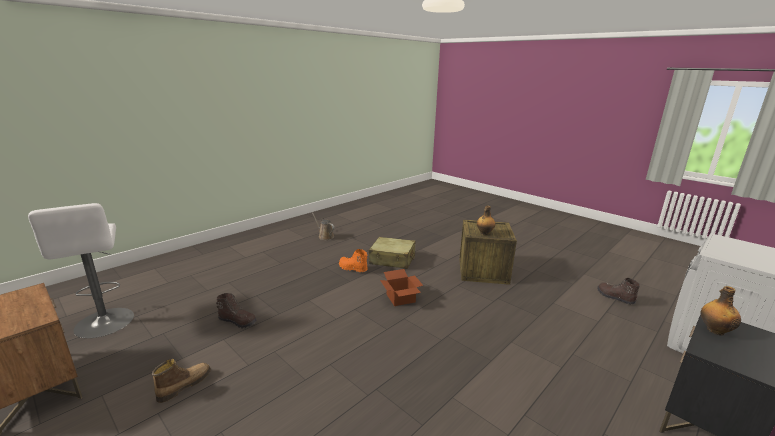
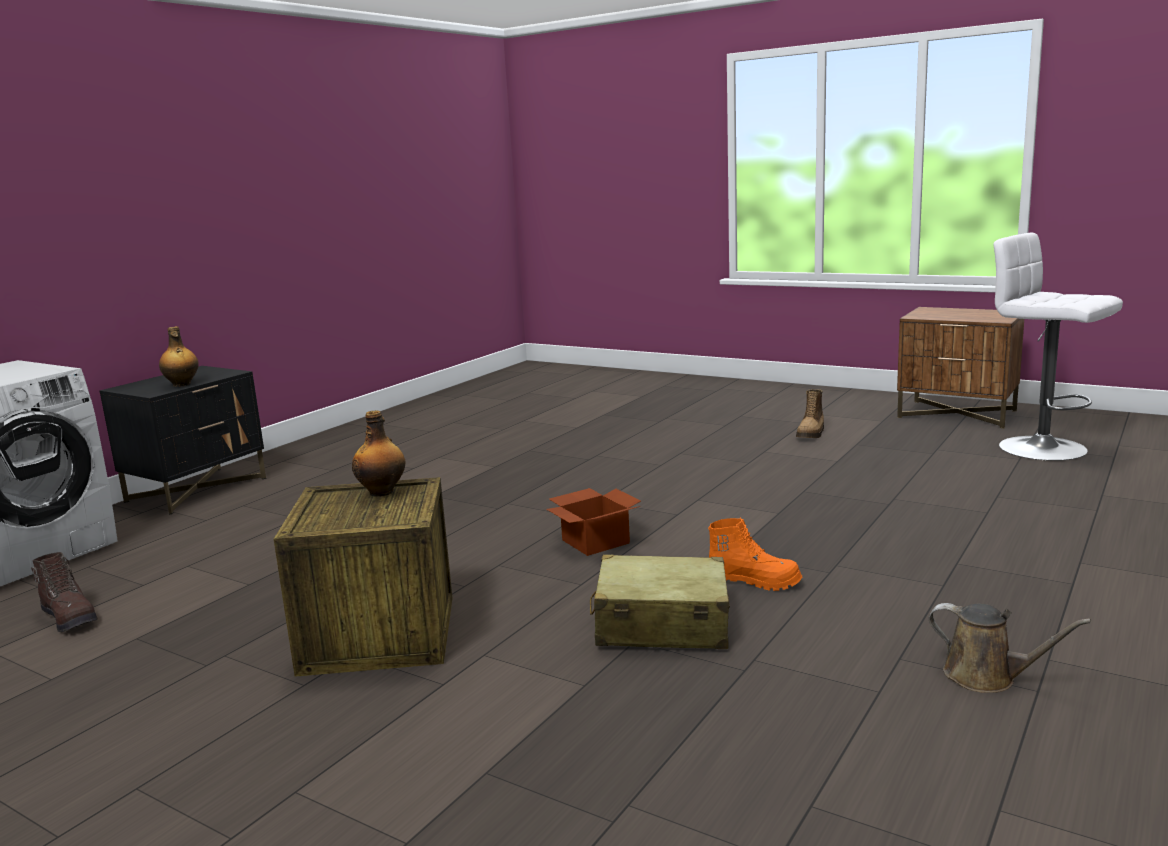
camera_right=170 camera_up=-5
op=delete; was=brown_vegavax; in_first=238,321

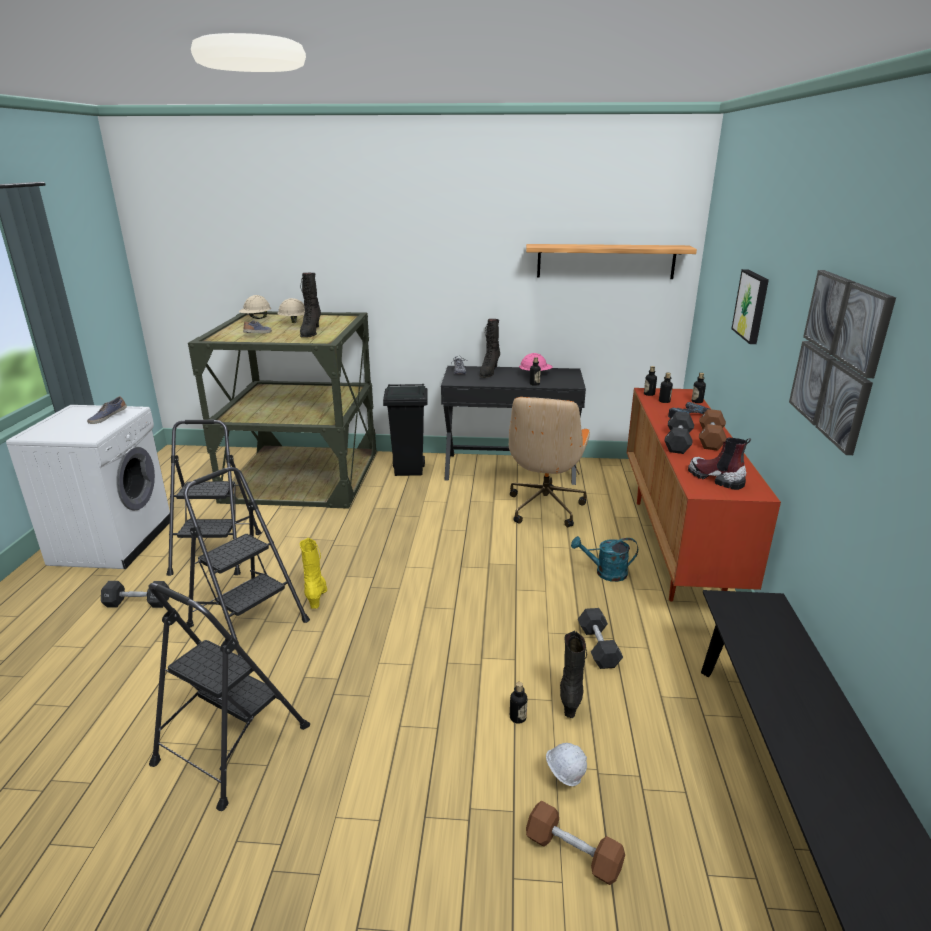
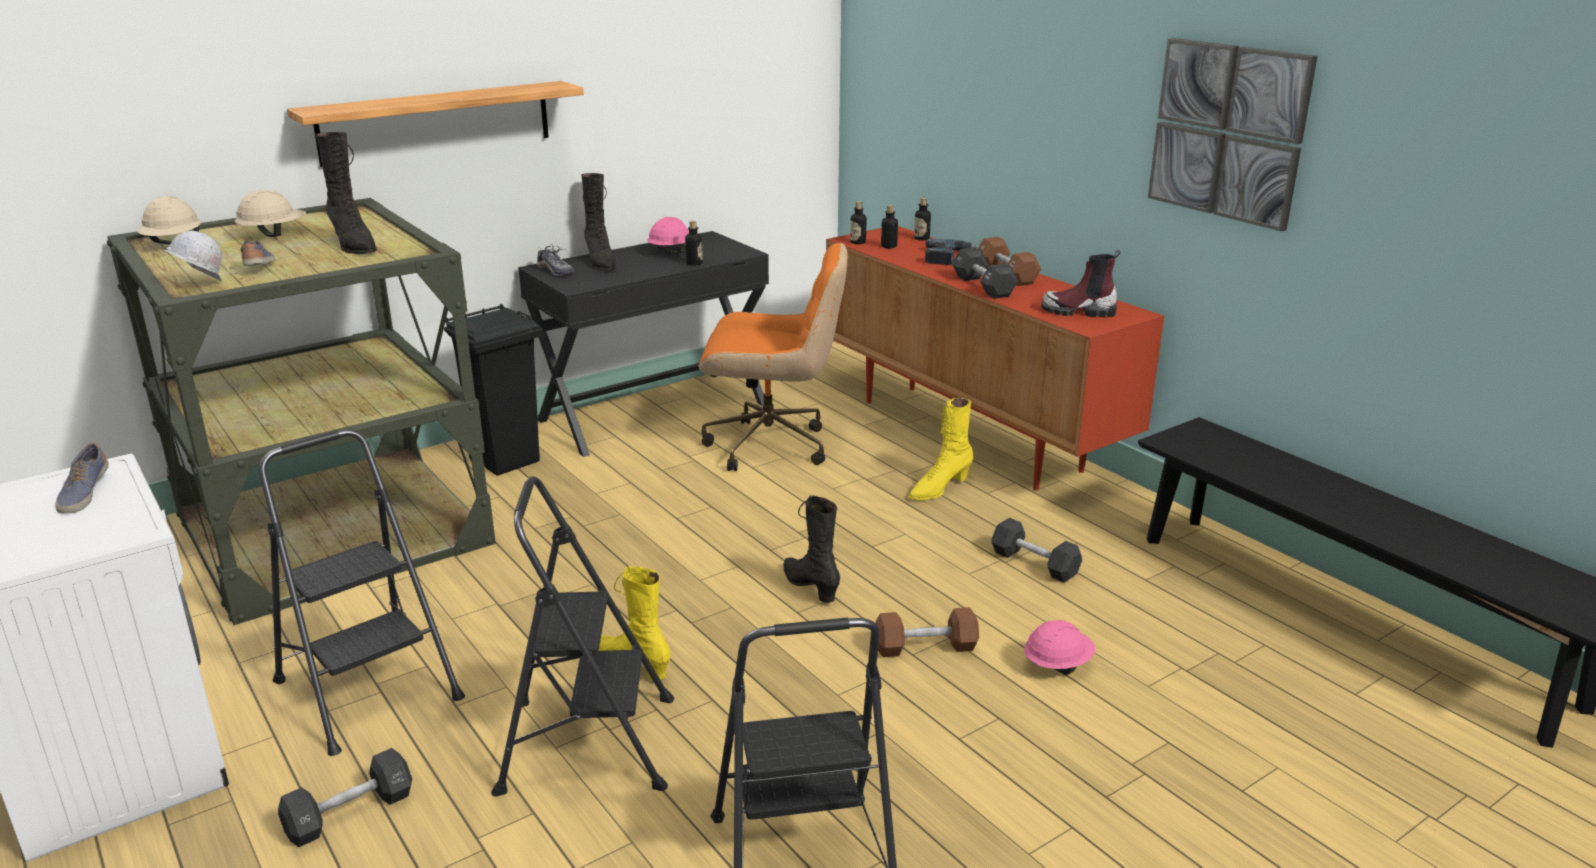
camera_right=-40 camera_up=0
op=move; was=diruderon; in_first=605,261; in_second=436,122
op=delete; was=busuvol; in_first=752,306
op=rotate; was=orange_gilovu; in_first=544,510; in_second=773,447; clockwise=-60
op=replace; was=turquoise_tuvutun; now=yellow_vegavax; in_first=605,573; in_second=939,489
op=move; was=black_vegavax; in_first=571,696; in_second=810,587
op=replace; was=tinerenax; now=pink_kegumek; in_first=517,717; in_second=1057,665
op=move; was=white_kegumek; in_first=563,780; in_second=199,286
op=move; was=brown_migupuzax; in_first=573,853; in_second=925,647

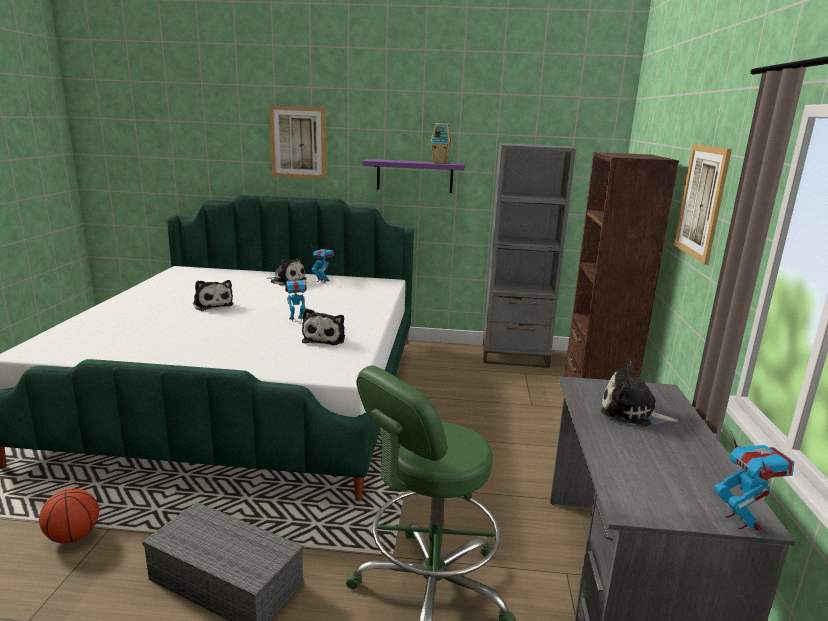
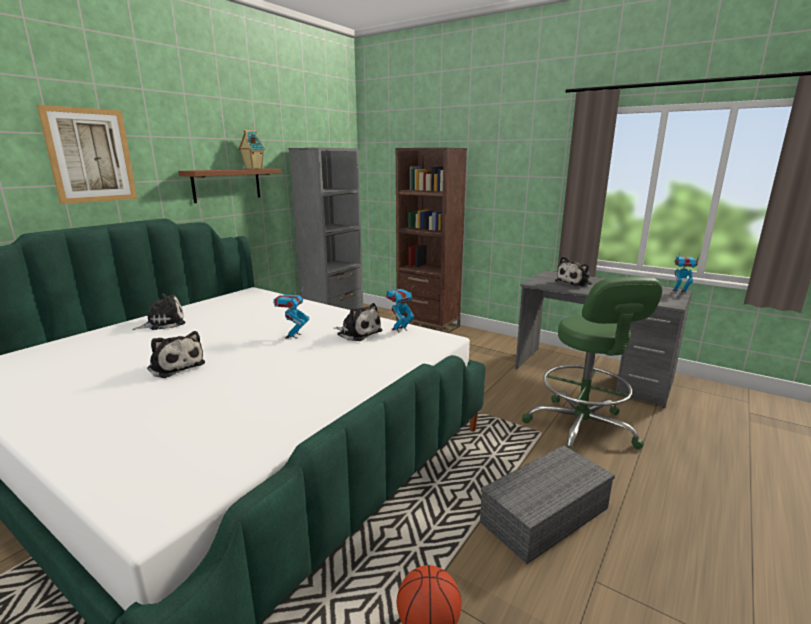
camera_right=-60 camera_up=0
op=delete; was=busuvol; in_first=702,201
op=recolor; was=purple_diruderon; now=brown_diruderon; in_first=414,176; in_second=227,184
op=move; was=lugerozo; in_first=323,281; in_second=400,329
op=rotate; was=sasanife; in_first=212,305; in_second=175,366; clockwise=45

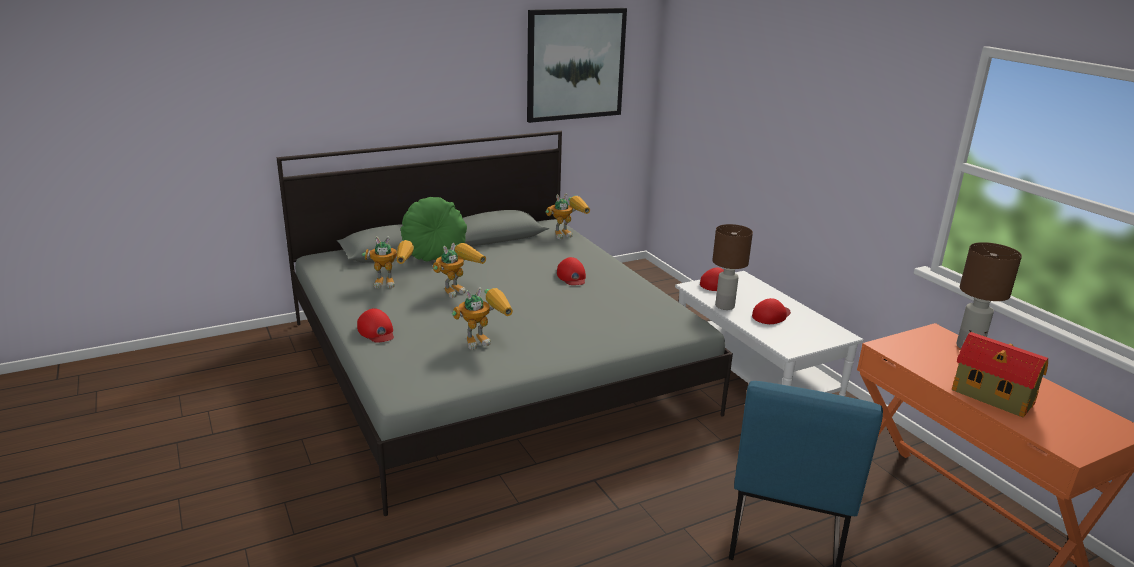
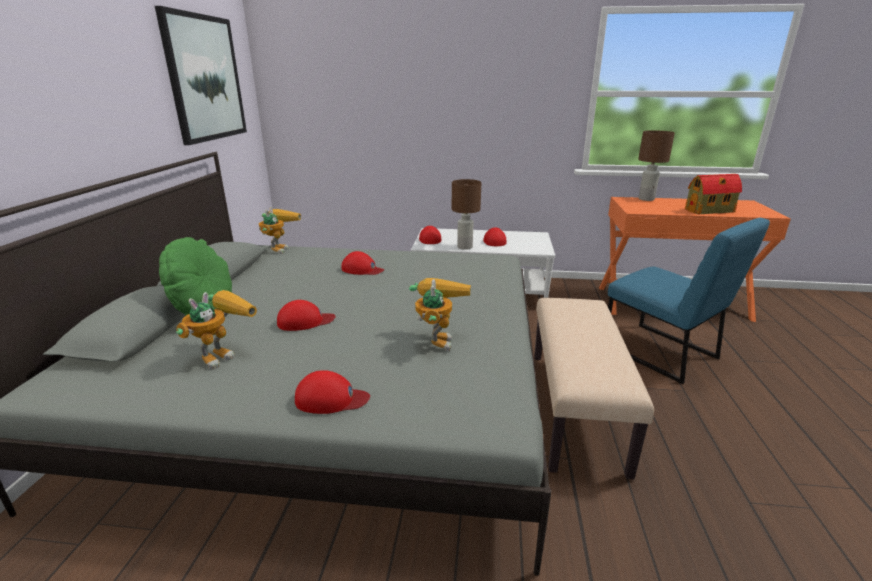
camera_right=-55 camera_up=0
op=replace; was=lugerozo; now=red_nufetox; in_first=458,289; in_second=305,321
op=insert; now=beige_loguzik; in_second=573,407

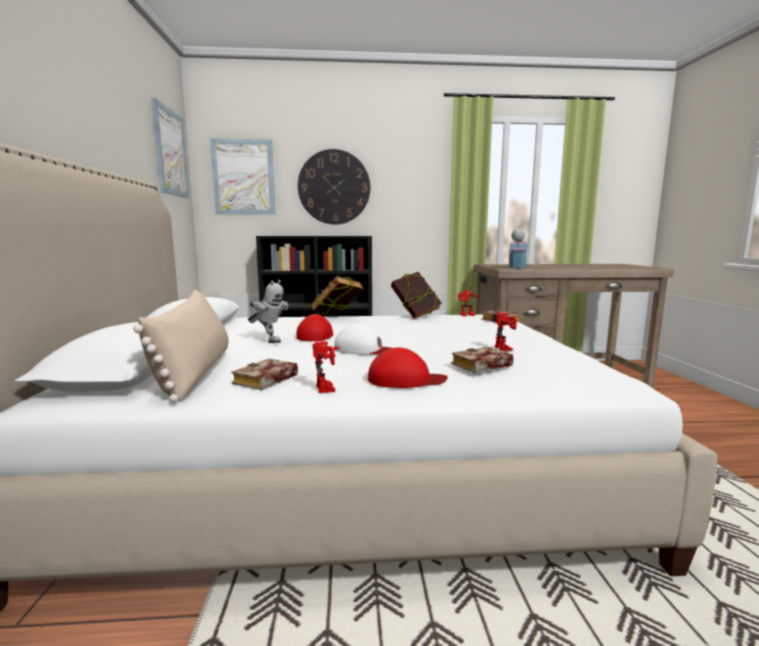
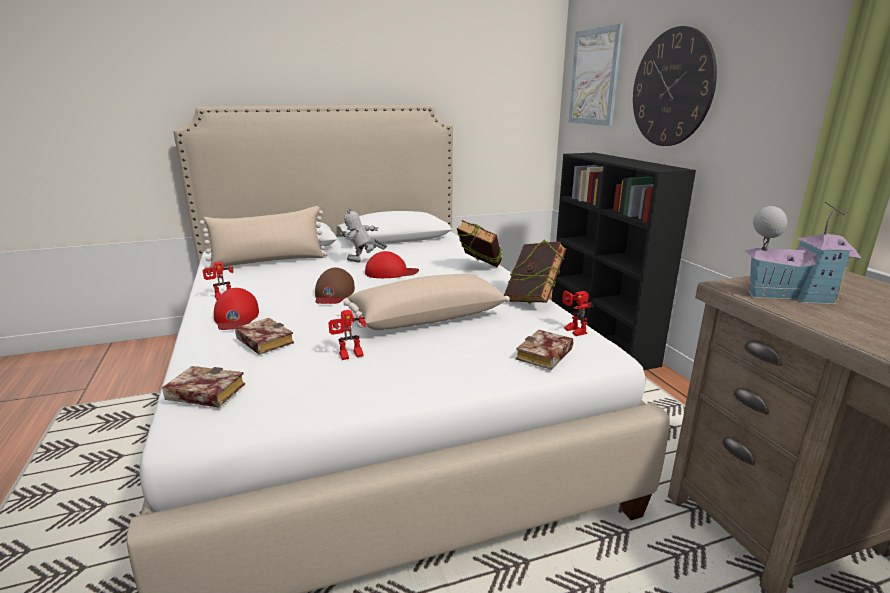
camera_right=75 camera_up=10
op=delete; was=busuvol; in_first=170,152
op=rotate; was=lugerozo; in_first=269,341; in_second=363,262; clockwise=75
op=recolor; was=white_nufetox; now=brown_nufetox; in_first=363,349; in_second=333,294
op=move; was=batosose; in_first=265,381; in_second=202,393
op=insert; now=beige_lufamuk; in_second=426,317

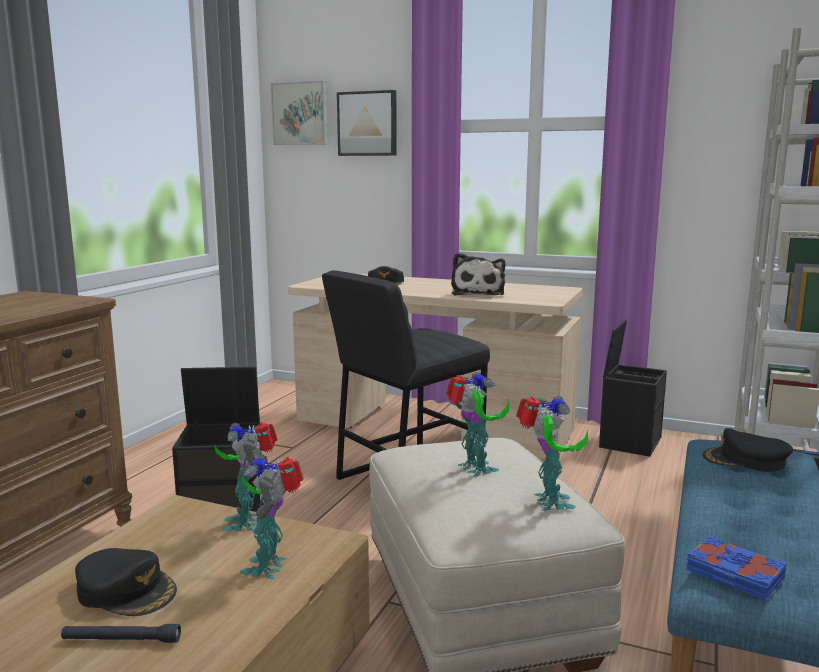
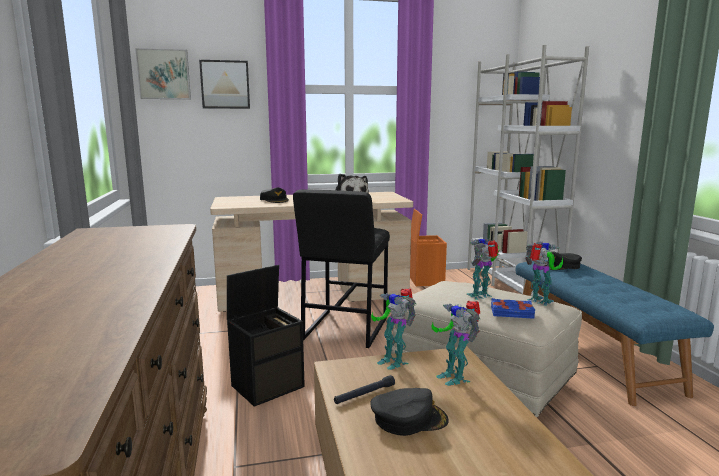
camera_right=-35 camera_up=0
op=recolor; was=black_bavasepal; now=orange_bavasepal; in_first=629,442; in_second=425,280
op=rotate; was=lugerozo; in_first=475,469; in_second=481,296; clockwise=-60
op=move; was=blue_batosose; in_first=734,575; in_second=512,313
op=move; was=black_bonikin; in_first=121,640; in_second=364,394

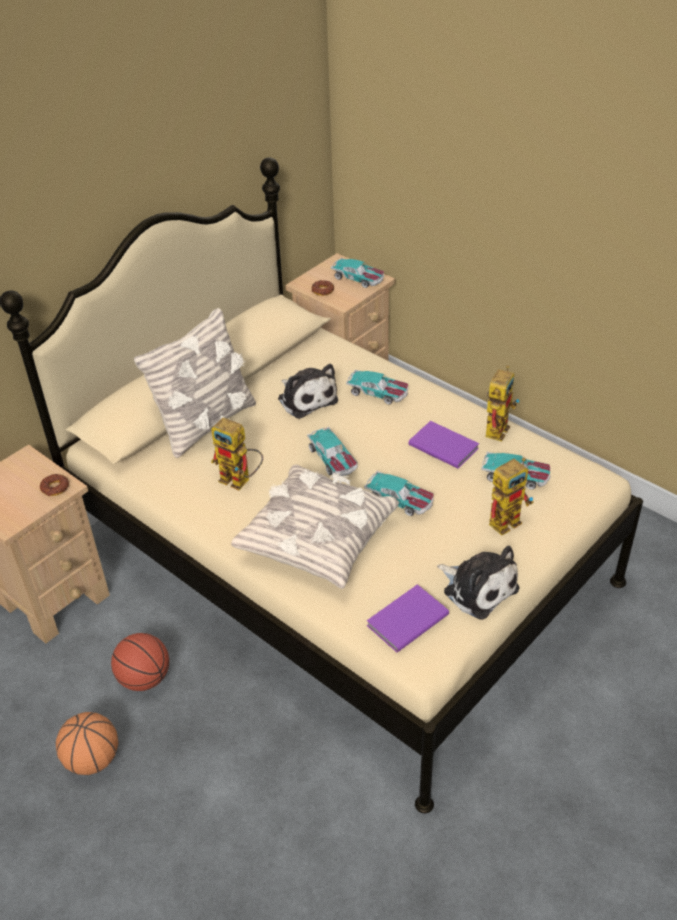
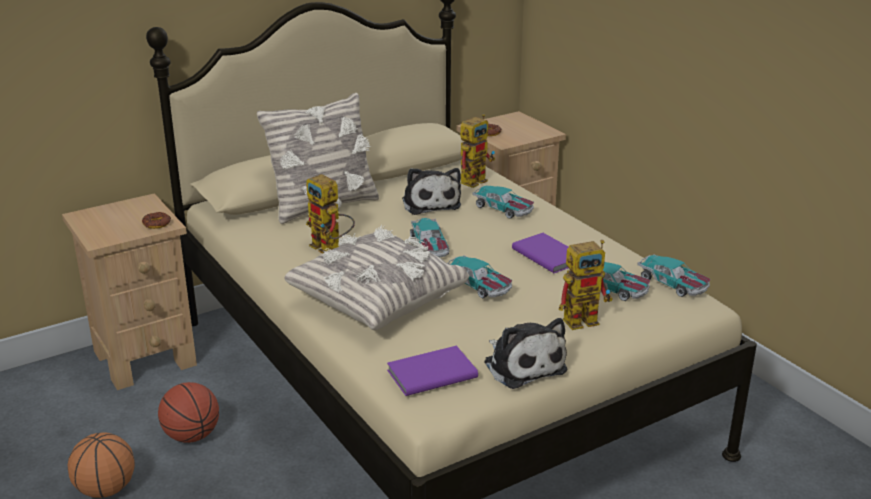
camera_right=15 camera_up=-15
op=move; was=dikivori; in_first=358,278; in_second=673,284
op=move; was=lugerozo; in_first=496,427; in_second=475,179

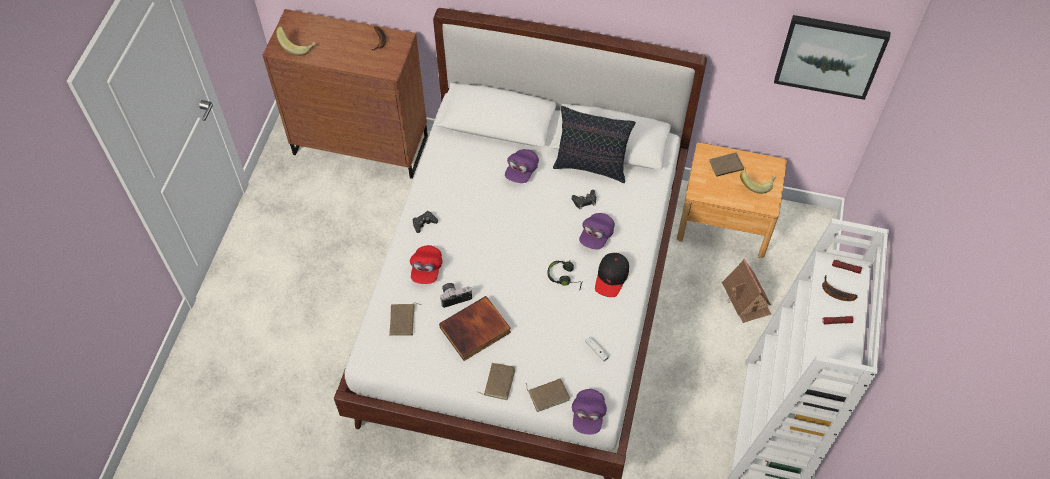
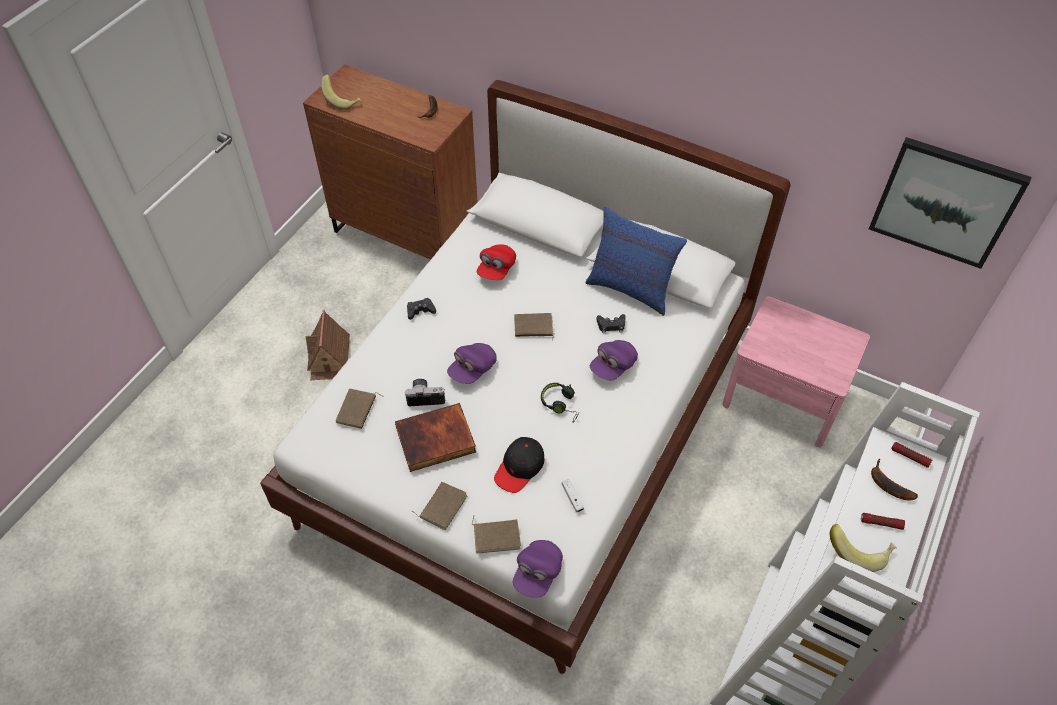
camera_right=15 camera_up=-5
op=recolor; was=black_lufamuk; now=blue_lufamuk; in_first=591,167; in_second=630,290
op=recolor; was=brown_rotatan; now=pink_rotatan; in_first=725,221; in_second=784,396
op=move; was=purple_nufetox; in_first=521,171; in_second=472,369
op=move; was=brown_batosose; in_first=726,167; in_second=533,328
op=move; was=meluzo; in_first=756,184; in_second=858,551
op=move; was=red_nufetox; in_first=426,269; in_second=496,269
op=move; was=black_nufetox; in_first=611,277; in_second=520,468
op=move; was=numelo; in_first=746,298; in_second=329,358

